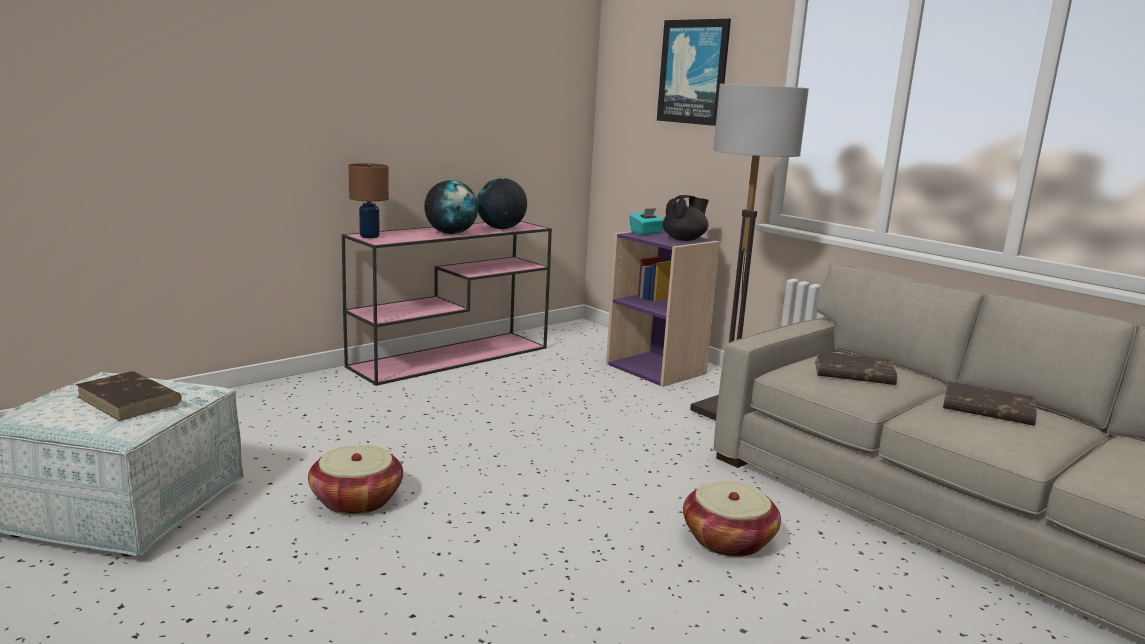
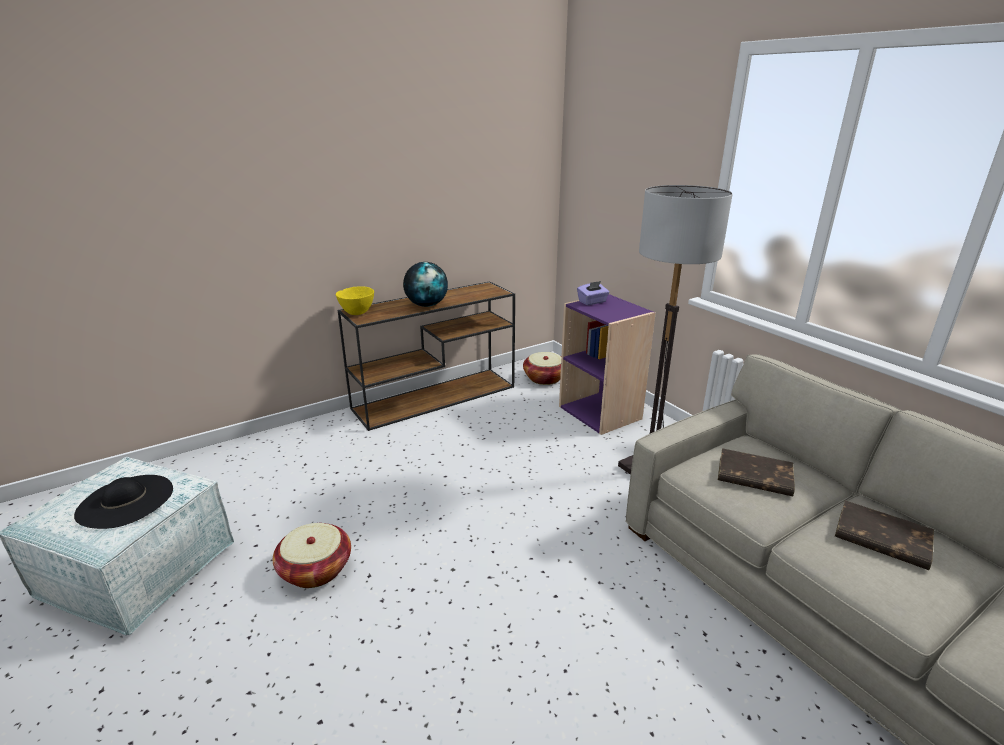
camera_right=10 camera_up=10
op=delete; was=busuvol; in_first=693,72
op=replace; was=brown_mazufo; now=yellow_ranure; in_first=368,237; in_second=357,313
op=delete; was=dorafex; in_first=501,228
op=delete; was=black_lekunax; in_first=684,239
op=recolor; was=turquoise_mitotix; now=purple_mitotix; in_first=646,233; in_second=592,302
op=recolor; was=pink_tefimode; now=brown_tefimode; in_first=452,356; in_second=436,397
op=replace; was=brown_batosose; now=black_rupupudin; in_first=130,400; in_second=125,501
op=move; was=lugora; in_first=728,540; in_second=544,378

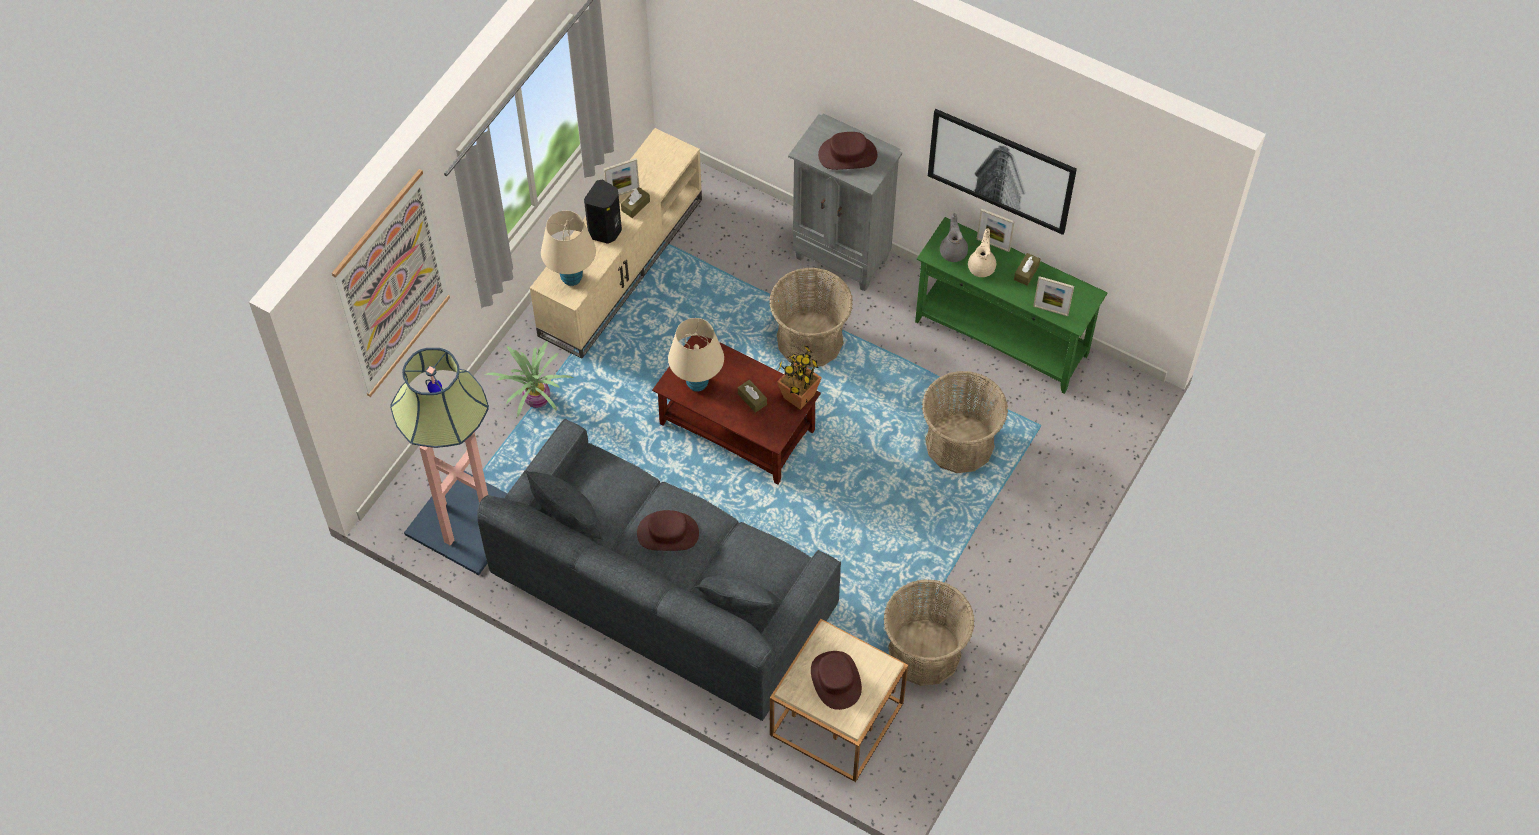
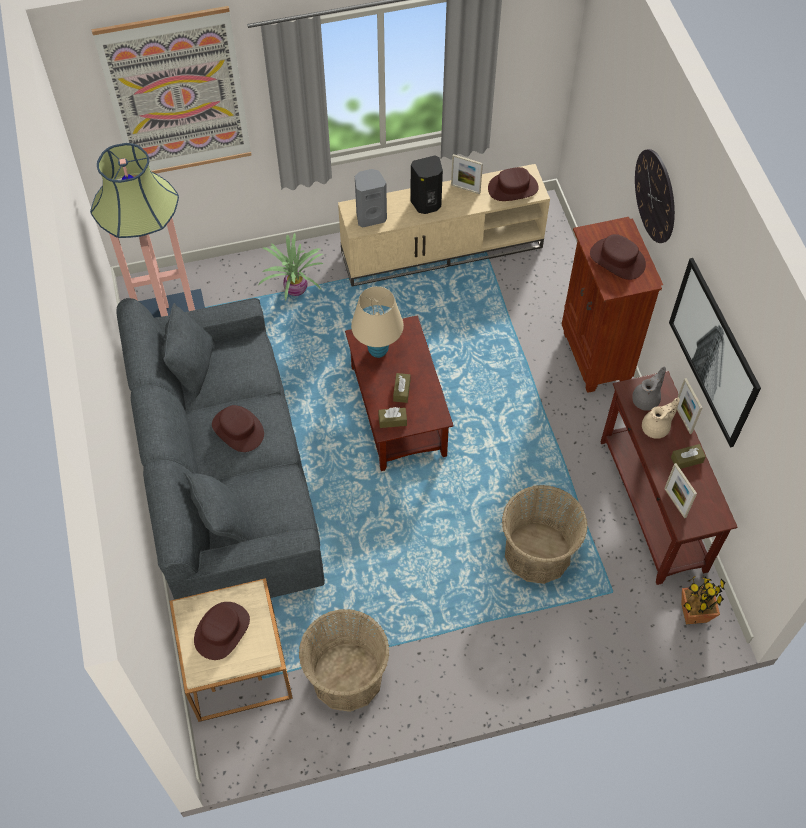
camera_right=45 camera_up=0
op=recolor; was=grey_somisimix; now=brown_somisimix; in_first=841,260; in_second=594,359
op=move; was=brown_mitotix; in_first=635,206; in_second=392,420
op=replace; was=beige_mazufo; now=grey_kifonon; in_first=571,278; in_second=370,216
op=recolor; was=green_tefimode; now=brown_tefimode; in_first=1002,338; in_second=653,505
op=delete; was=lugora; in_first=810,340
op=move; was=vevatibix; in_first=798,397; in_second=693,613
op=insert; now=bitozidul; in_second=655,196
op=insert; now=brown_rupupudin; in_second=513,188

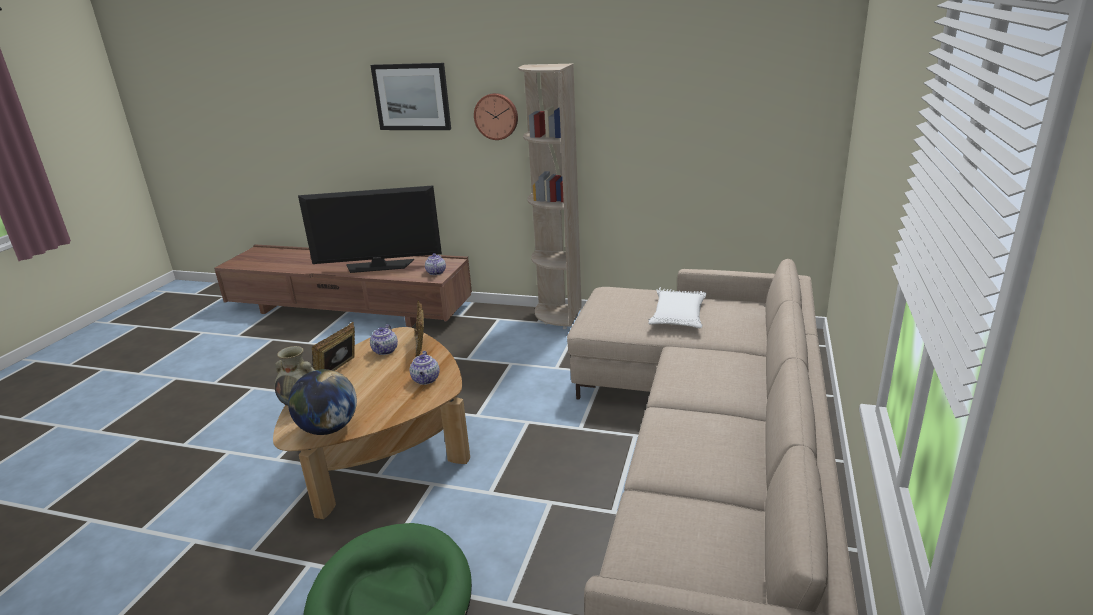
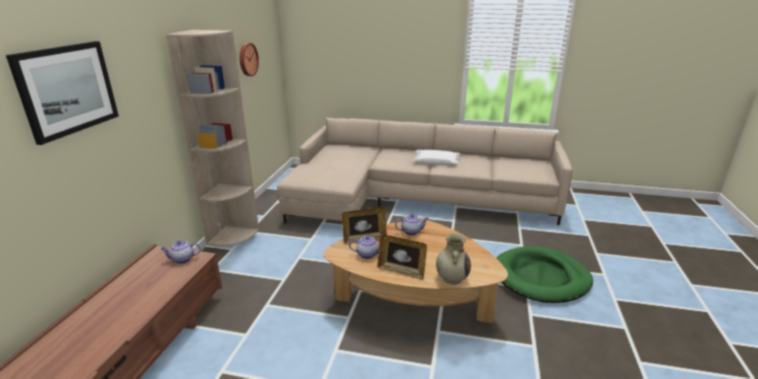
camera_right=-95 camera_up=0
op=move; was=bitozidul; in_first=496,116; in_second=247,59
op=delete; was=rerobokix; in_first=379,266
op=move; was=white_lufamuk; in_first=678,314; in_second=436,160
op=delete; was=dorafex; in_first=328,429

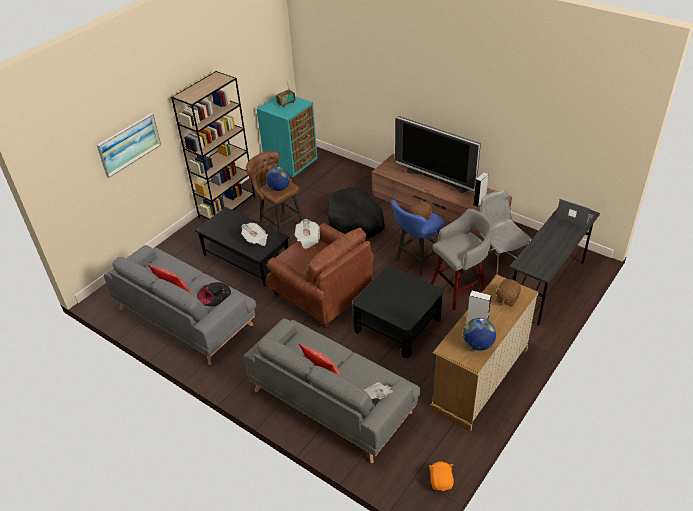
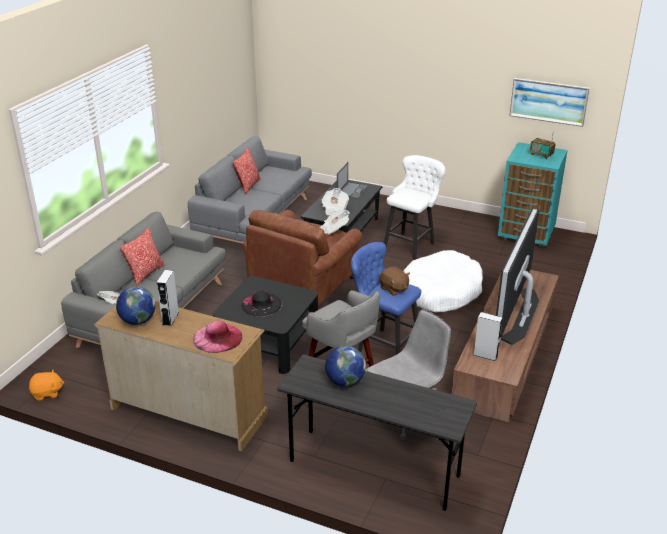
camera_right=75 camera_up=-10
op=delete; was=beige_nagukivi; in_first=227,207
op=move; was=busuvol; in_first=129,144; in_second=548,101
op=recolor; was=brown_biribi; now=white_biribi; in_first=278,223; in_second=412,243
op=move; was=dorafex; in_first=279,188; in_second=345,381
op=recolor; was=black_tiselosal; now=white_tiselosal; in_first=355,221; in_second=441,292
op=move; was=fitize; in_first=574,216; in_second=352,190
op=replace; was=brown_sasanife; now=pink_rupupudin; in_first=507,298; in_second=217,338
op=move; was=black_rupupudin; in_first=214,294; in_second=261,304

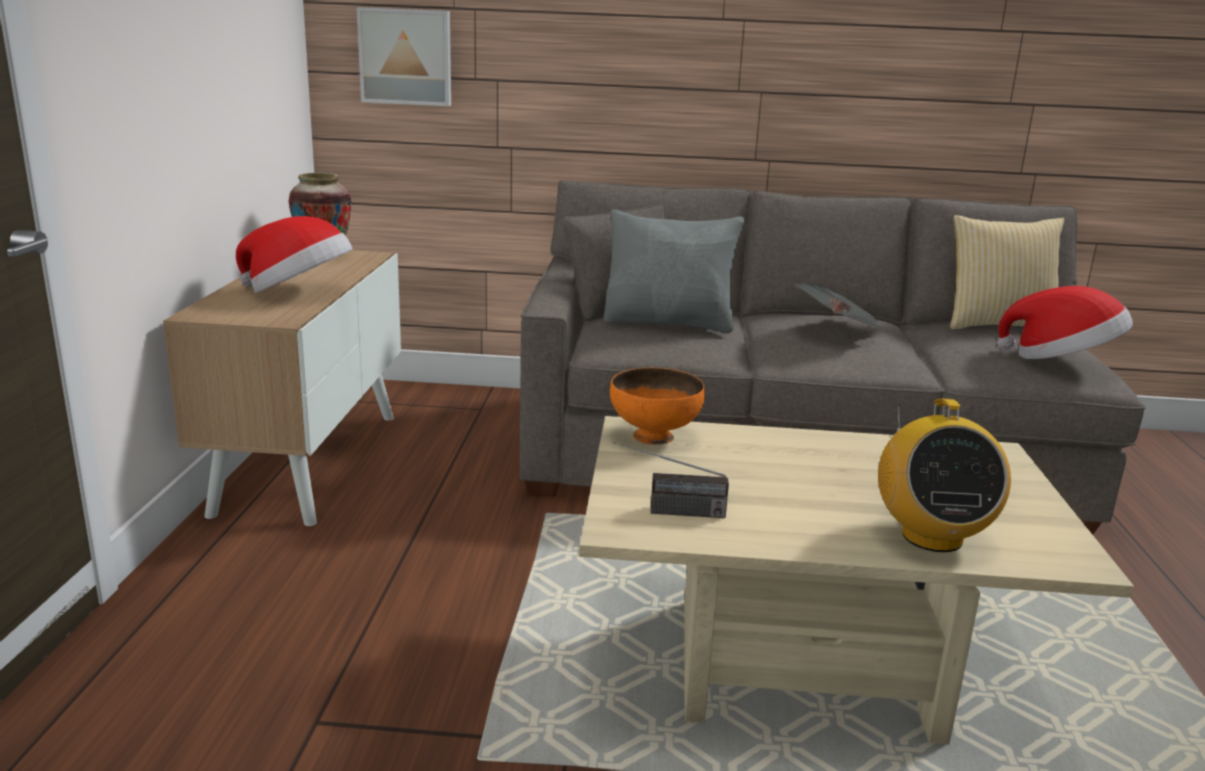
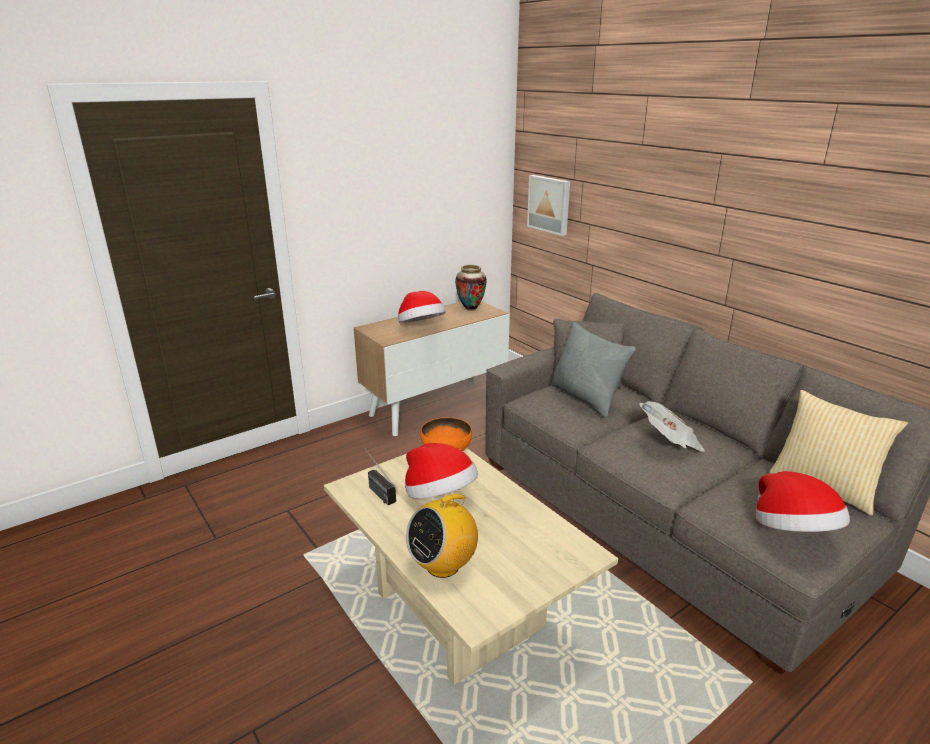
camera_right=50 camera_up=5
op=insert; now=rupupudin; in_second=439,496

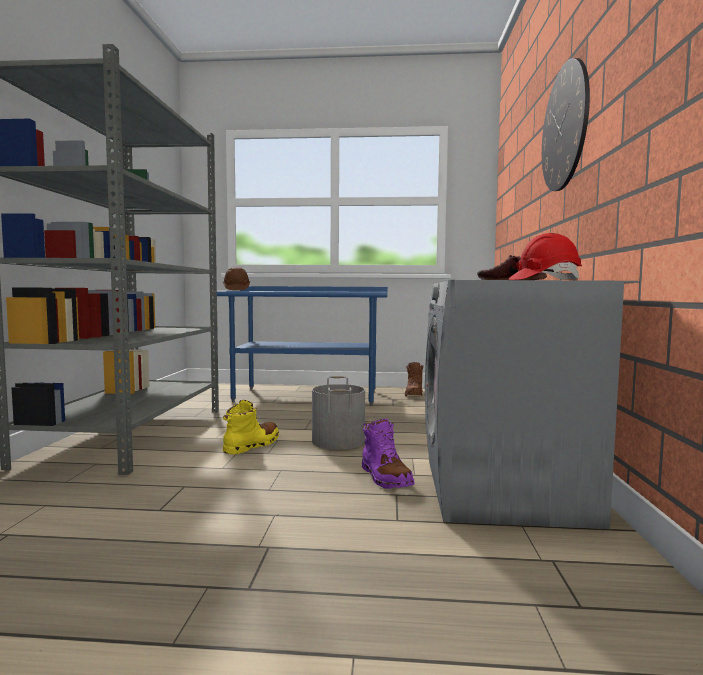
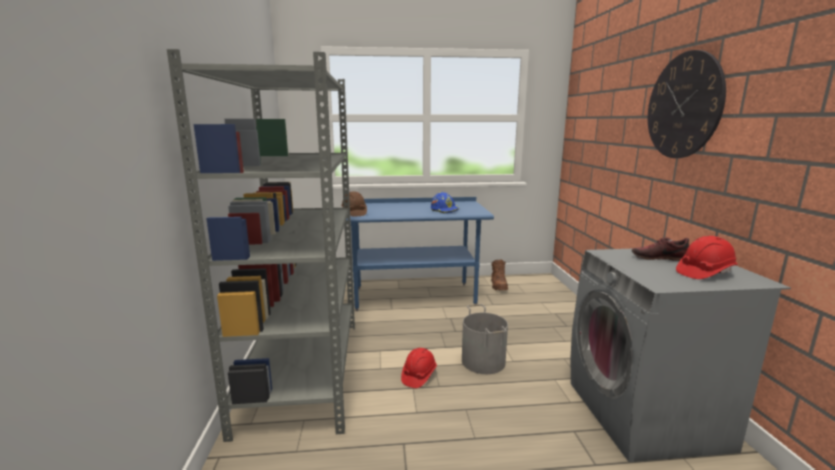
camera_right=-10 camera_up=10
op=replace; was=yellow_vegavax; now=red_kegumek; in_first=252,445; in_second=418,376
op=delete; was=purple_vegavax; in_first=385,477
op=insert; now=blue_kegumek; in_second=444,210

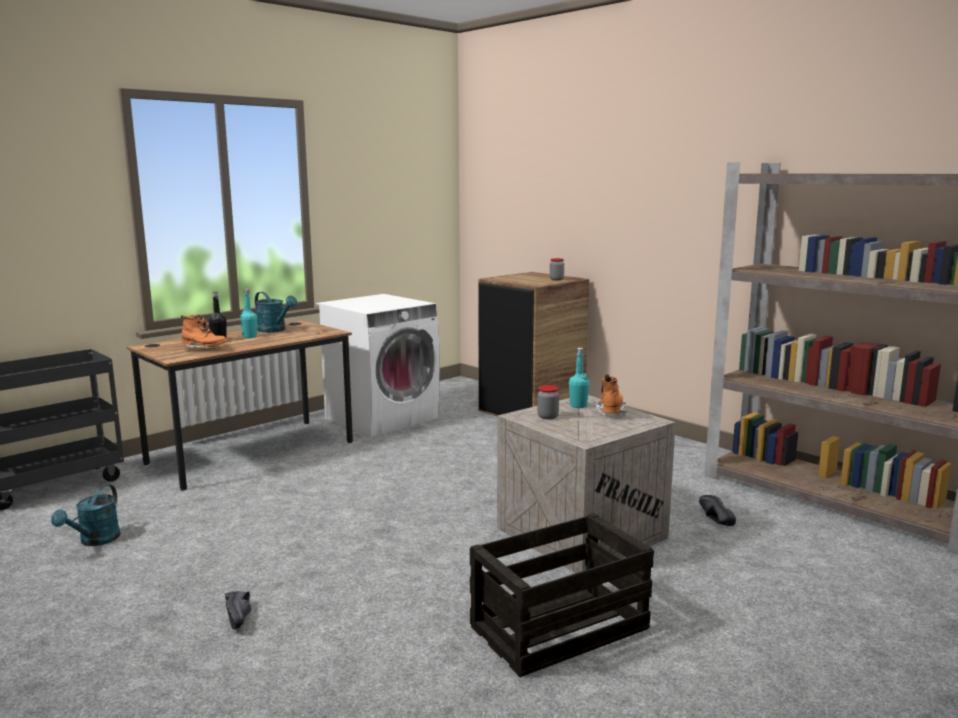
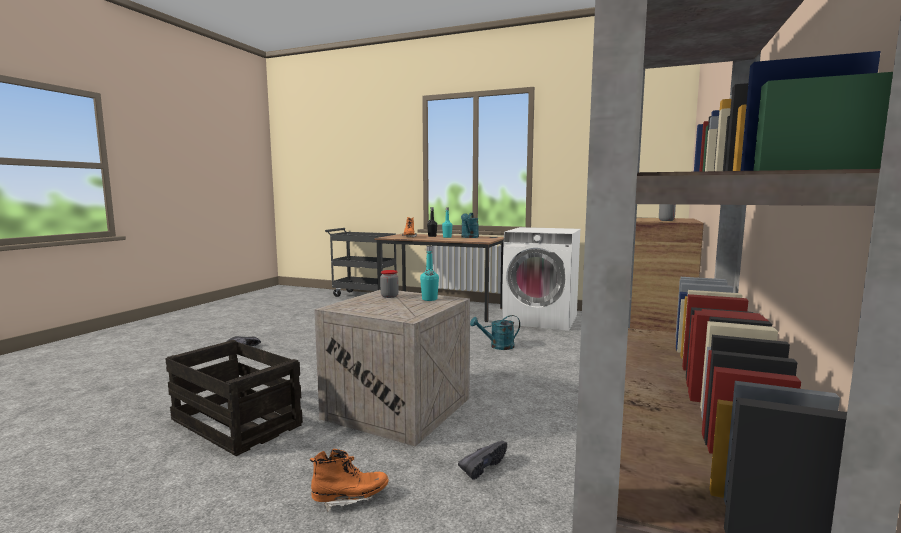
camera_right=65 camera_up=-5
op=move; was=orange_vegavax; in_first=610,411; in_second=350,498
op=move; was=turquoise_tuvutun; in_first=95,541; in_second=497,346

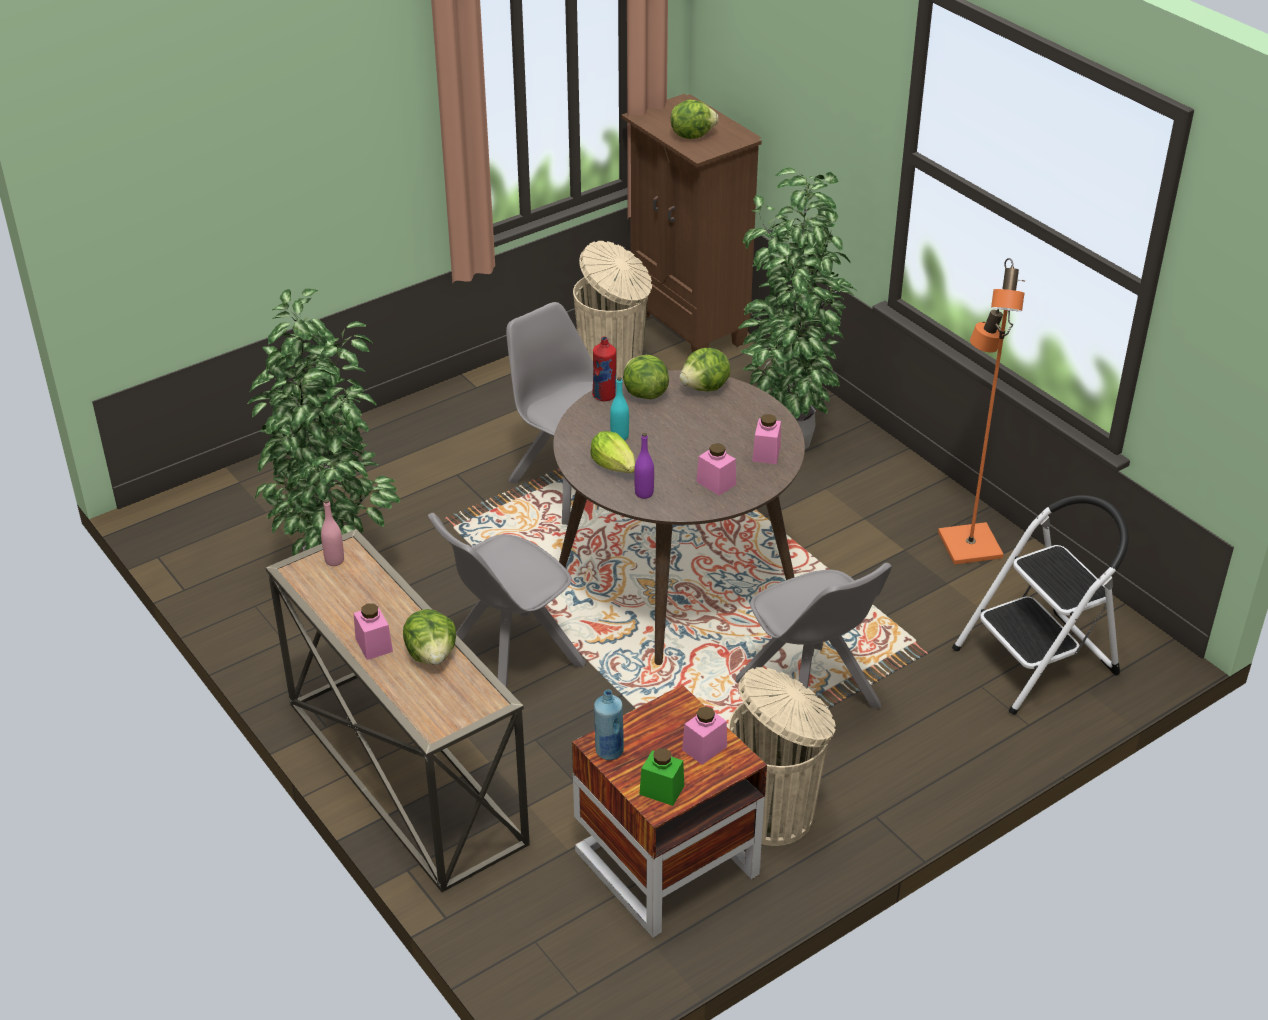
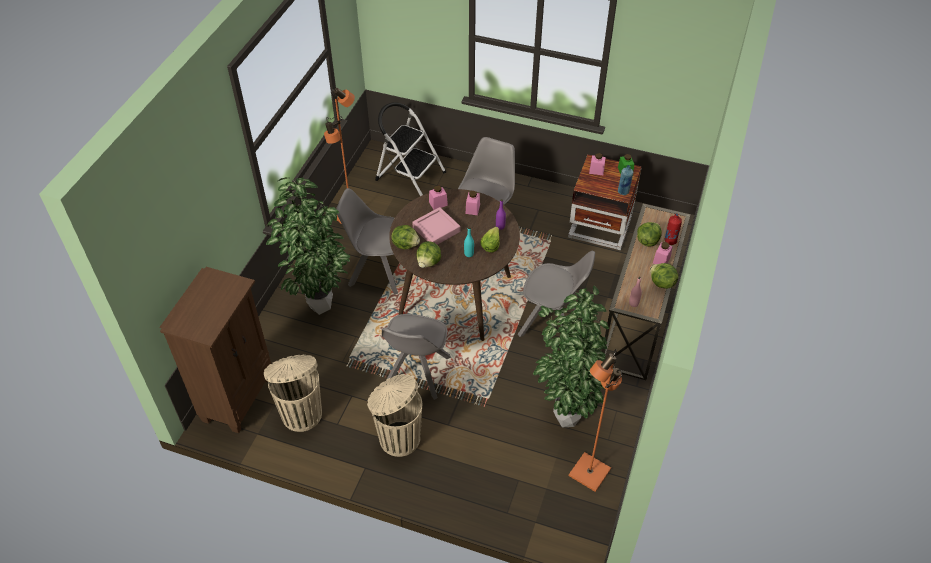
camera_right=-125 camera_up=10
op=move; was=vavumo; in_first=692,135; in_second=661,283
op=move; was=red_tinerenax; in_first=604,396; in_second=670,241
op=move; was=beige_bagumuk; in_first=775,814; in_second=398,438
op=insert; now=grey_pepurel; in_second=377,271
op=insert; now=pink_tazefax; in_second=436,229
op=insert; now=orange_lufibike; in_second=589,472

